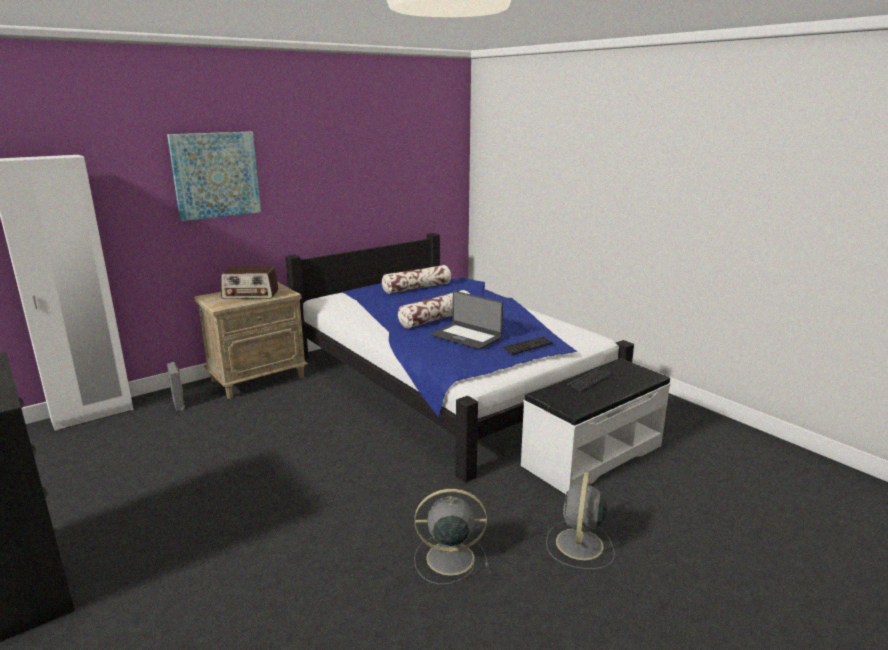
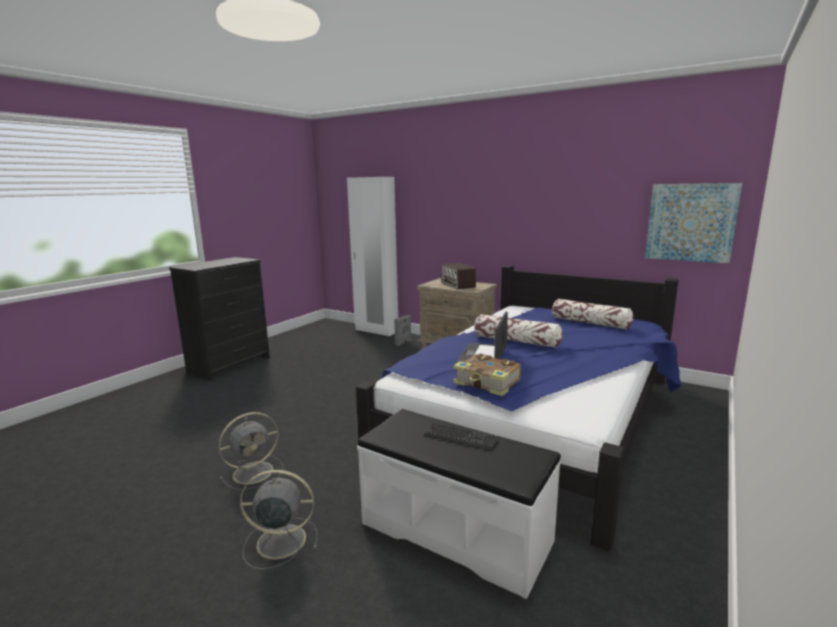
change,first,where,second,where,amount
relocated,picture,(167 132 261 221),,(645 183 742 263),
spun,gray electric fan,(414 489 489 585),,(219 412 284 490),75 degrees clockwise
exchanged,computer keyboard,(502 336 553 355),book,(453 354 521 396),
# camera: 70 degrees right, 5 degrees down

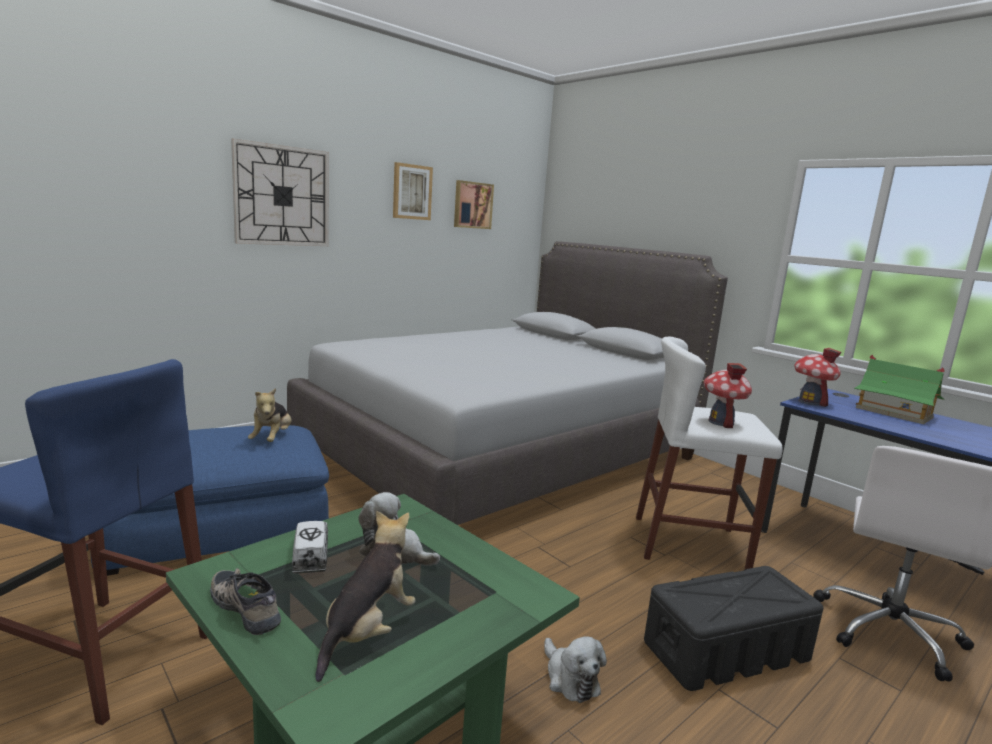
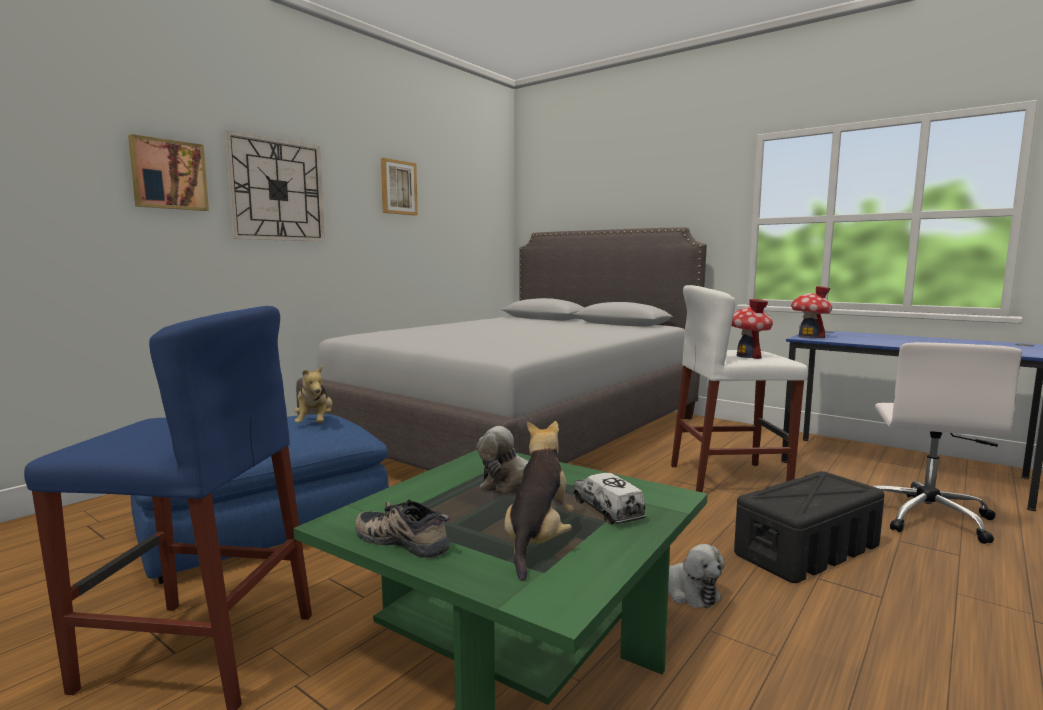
change,first,where,second,where,amount
relocated,model truck,(292 521 328 574),,(573 473 646 524),
relocated,picture,(454 180 494 229),,(128 134 209 211),
missing,toy house,(854 354 945 424),,,
# camera: 10 degrees left, 5 degrees down

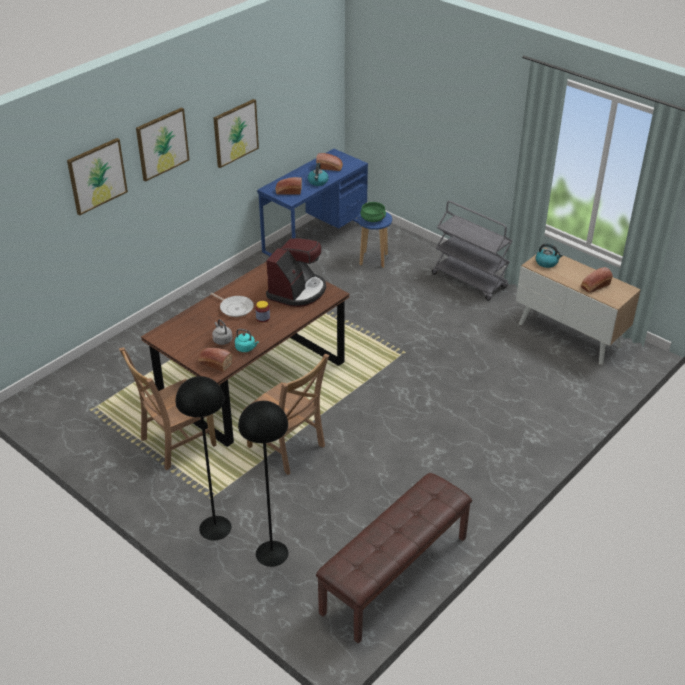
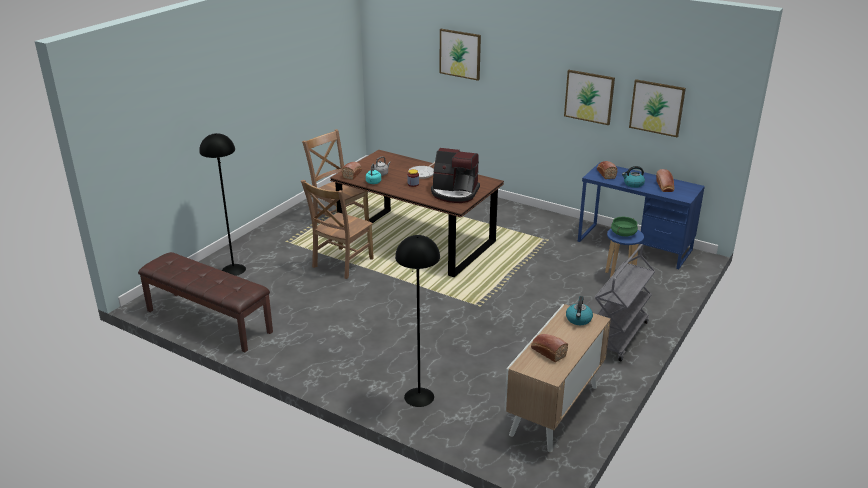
change,first,where,second,where,amount
relocated,picture,(136 107 189 182),,(629 79 686 137),
relocated,black-coloured standing lamp,(176 376 231 541),,(395 235 440 407),
# camera: 80 degrees right, 10 degrees down

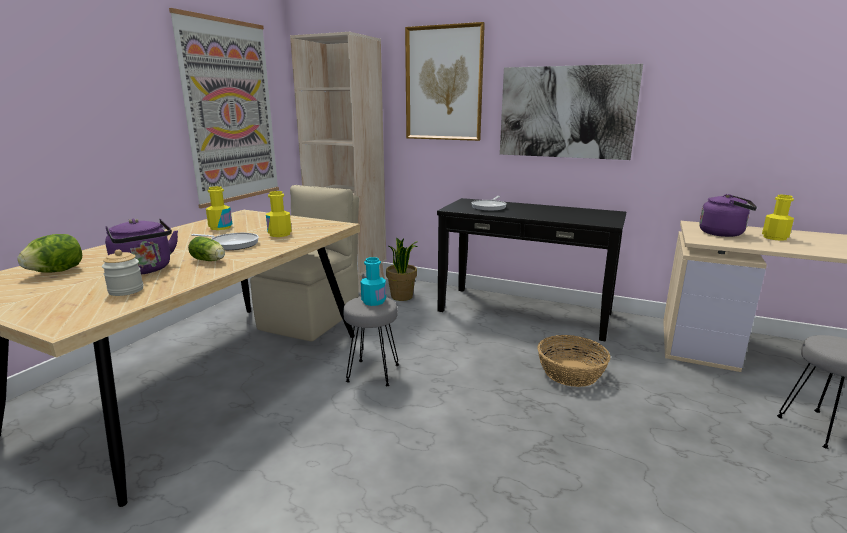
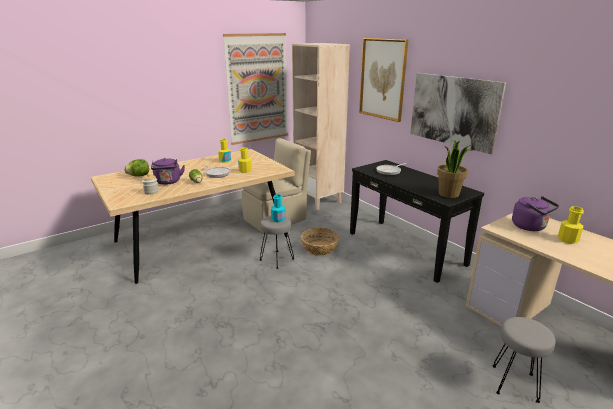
change,first,where,second,where,amount
relocated,plant in a pot,(386 238 418 301),,(437 140 473 198),
relocated,storage basket,(537 335 610 387),,(301 228 339 256),
# camera: 30 degrees right, 5 degrees up

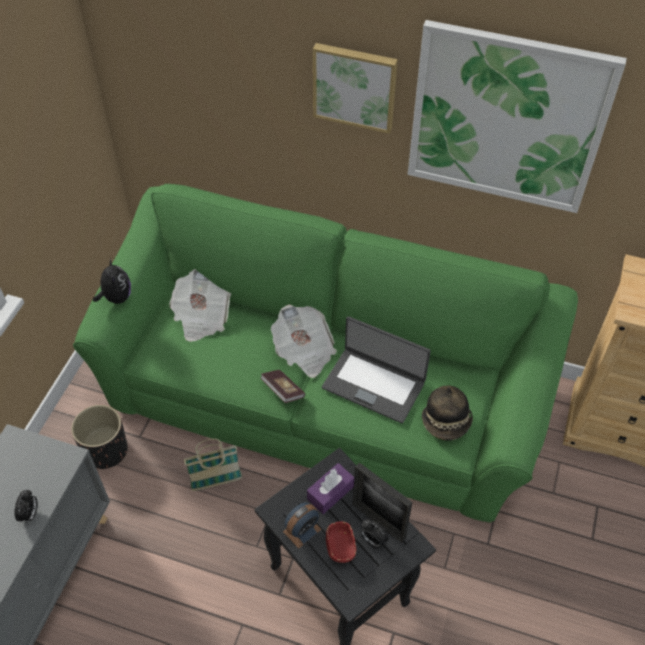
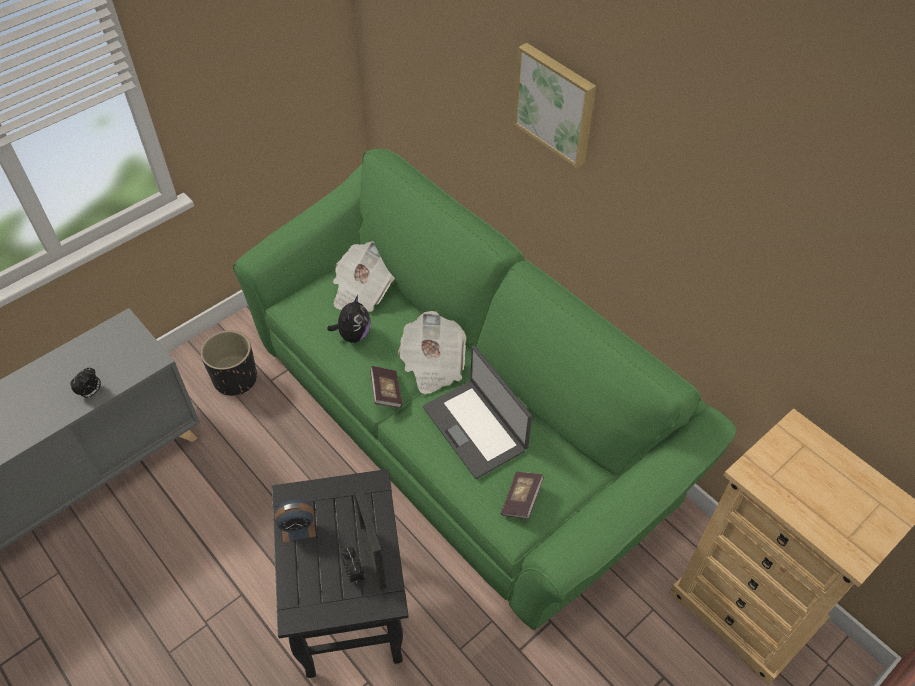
change,first,where,second,where,amount
relocated,soft toy,(93 258 131 304),,(327 295 371 343),
missing,storage basket,(184 439 242 491),,,
missing,purplish tissue holder,(307 463 354 514),,,
missing,red bowl,(326 521 356 563),,,
missing,picture,(408 20 627 213),,,
exchanged,clothing hat,(422 386 473 441),book,(501 472 544 519),
# camera: 30 degrees right, 0 degrees up

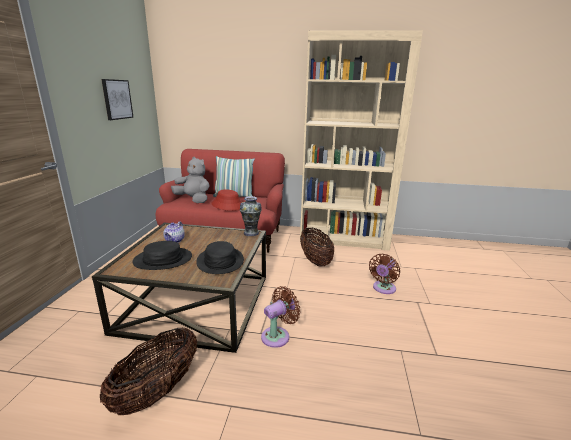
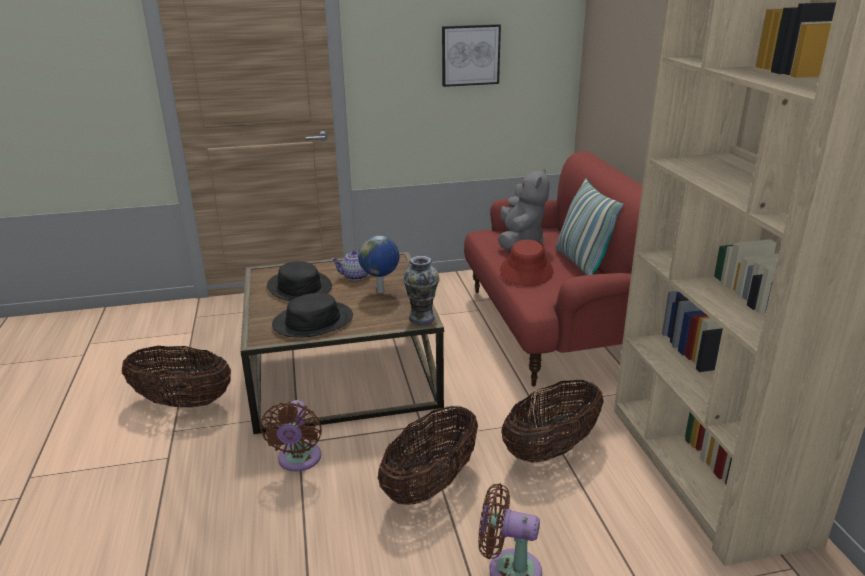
change,first,where,second,where,amount
spun,brown-coloured electric fan,(261 286 301 348),,(260 400 322 471),60 degrees clockwise
appeared,,,desk globe,(358 235 399 293),
appeared,,,storage basket,(378 405 478 505),
# camera: 70 degrees right, 5 degrees up

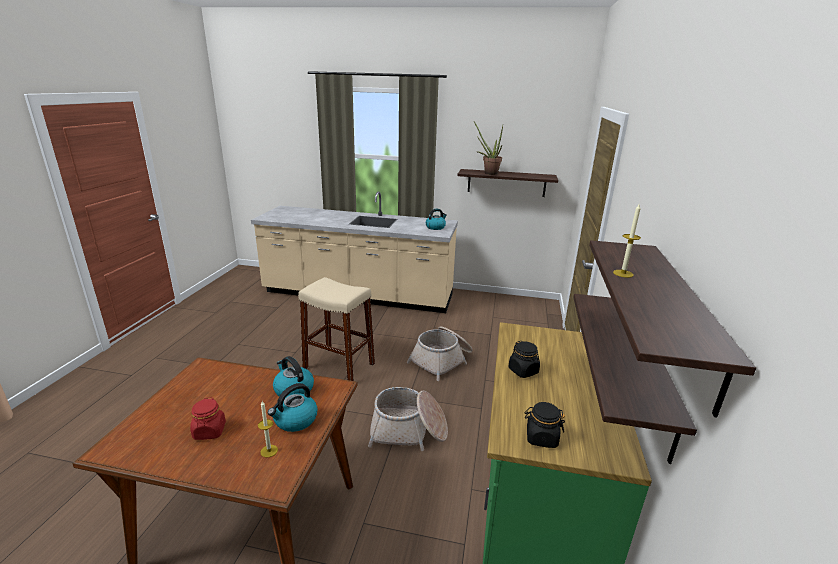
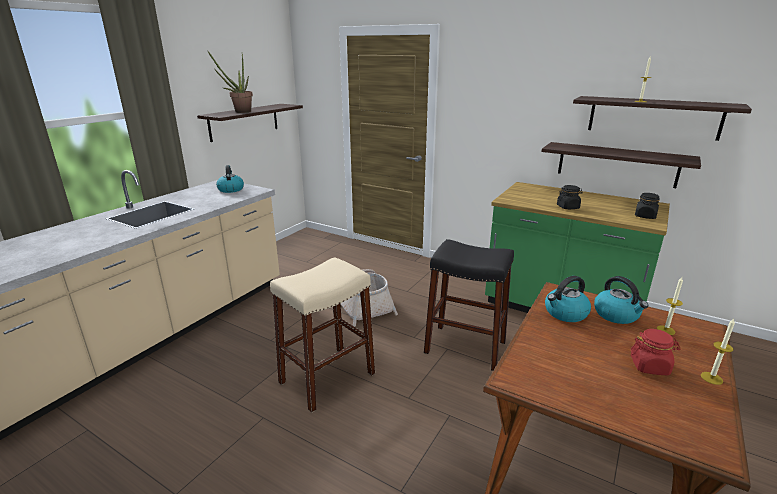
change,first,where,second,where,amount
exchanged,storage basket,(368 387 448 451),black-coloured stool,(424 239 514 371),
appeared,,,candle,(701 319 735 385),
# camera: 70 degrees left, 0 degrees up

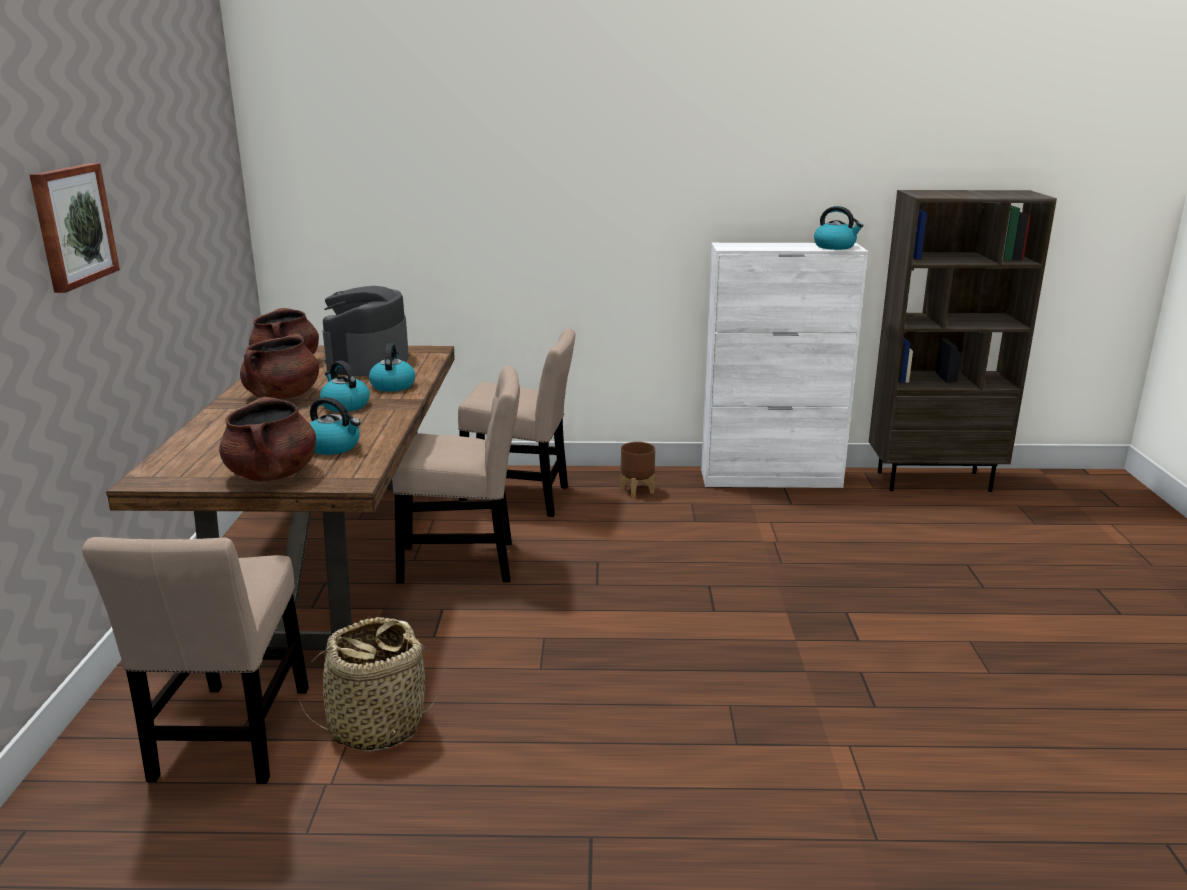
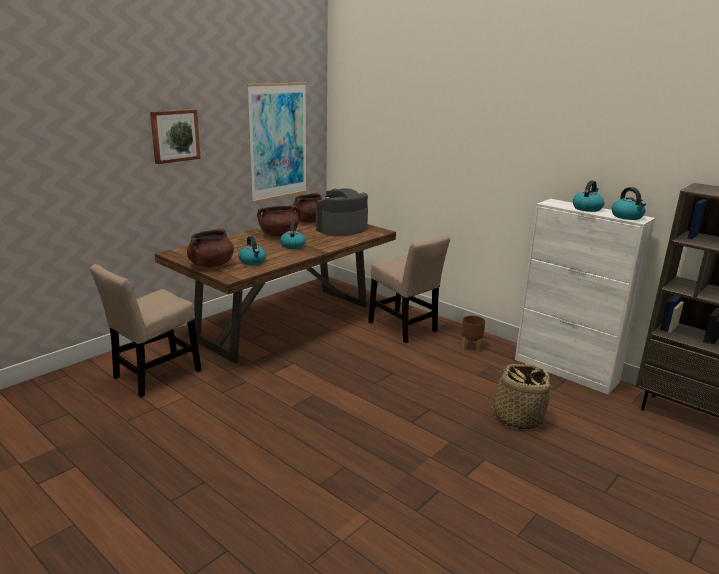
change,first,where,second,where,amount
relocated,storage basket,(299 617 437 752),,(485 364 553 430),
relocated,water kettle,(369 343 415 392),,(573 180 605 212),
missing,sand-coloured plain chair,(392 365 520 583),,,
appeared,,,picture,(247 82 307 203),
# camera: 40 degrees right, 0 degrees up

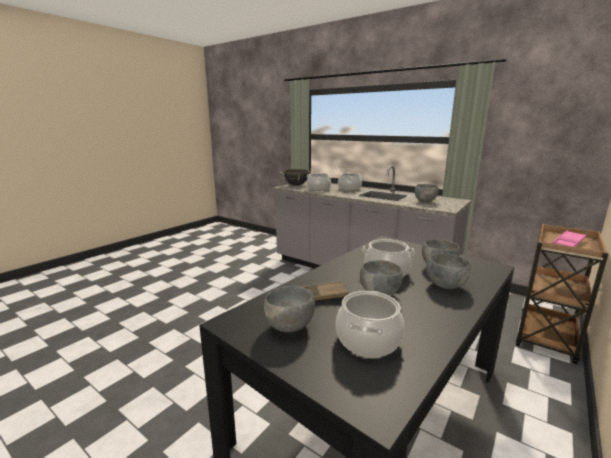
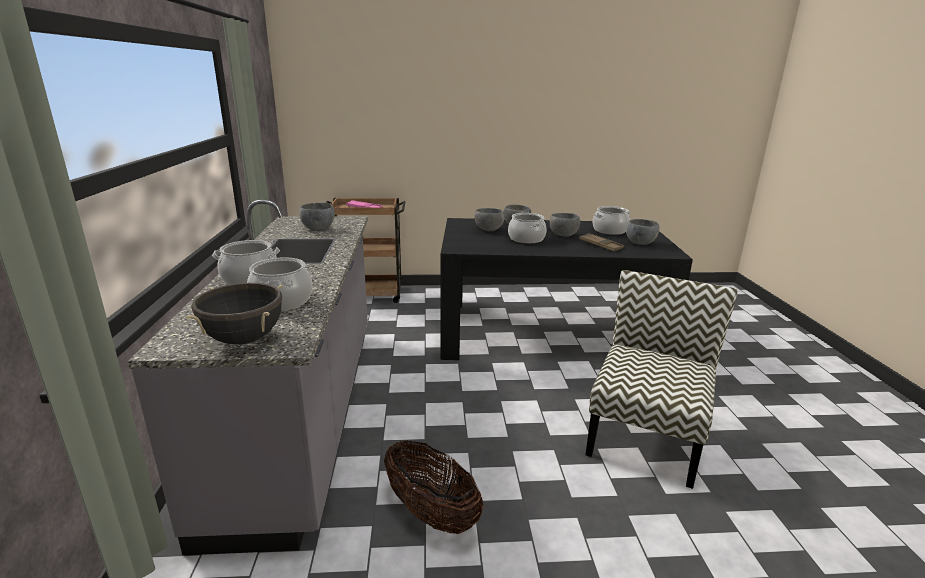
change,first,where,second,where,amount
appeared,,,storage basket,(384 441 484 534),
appeared,,,plain chair,(586 270 738 489),
# camera: 130 degrees left, 5 degrees up

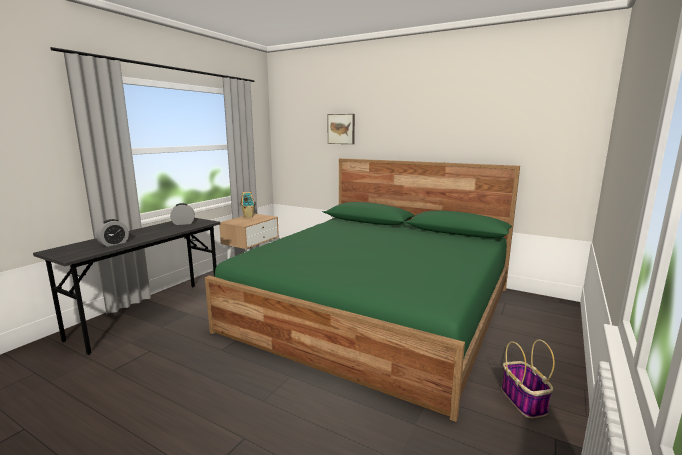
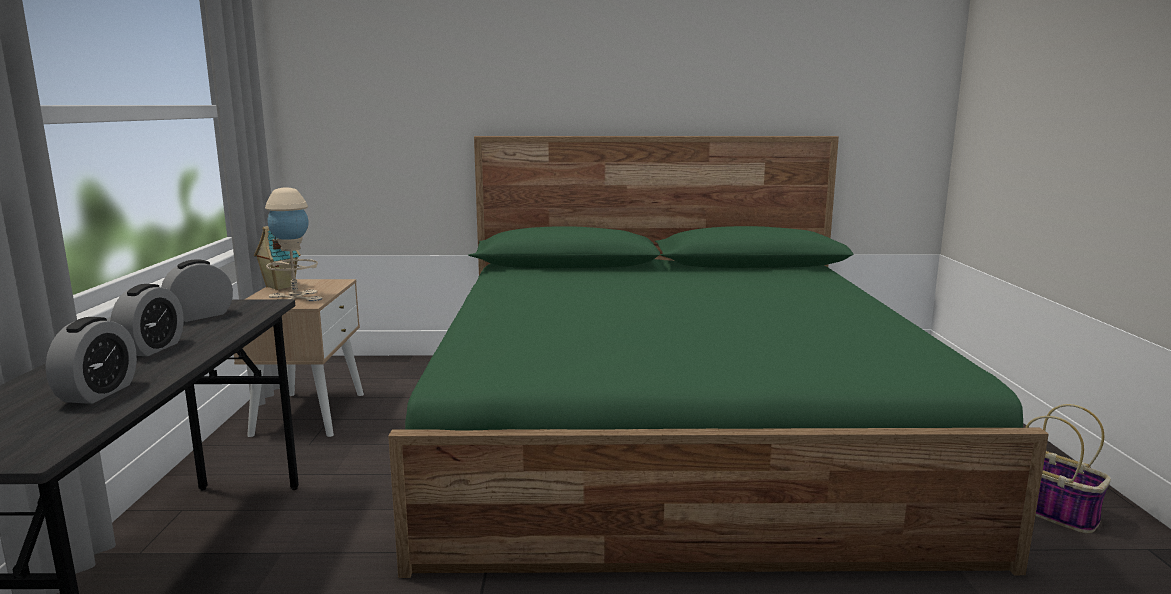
change,first,where,second,where,amount
missing,picture,(327 114 355 144),,,
appeared,,,bedside clock,(110 284 184 356),
appeared,,,sand-coloured lamp for a table,(265 187 322 301),
# camera: 30 degrees left, 0 degrees up

